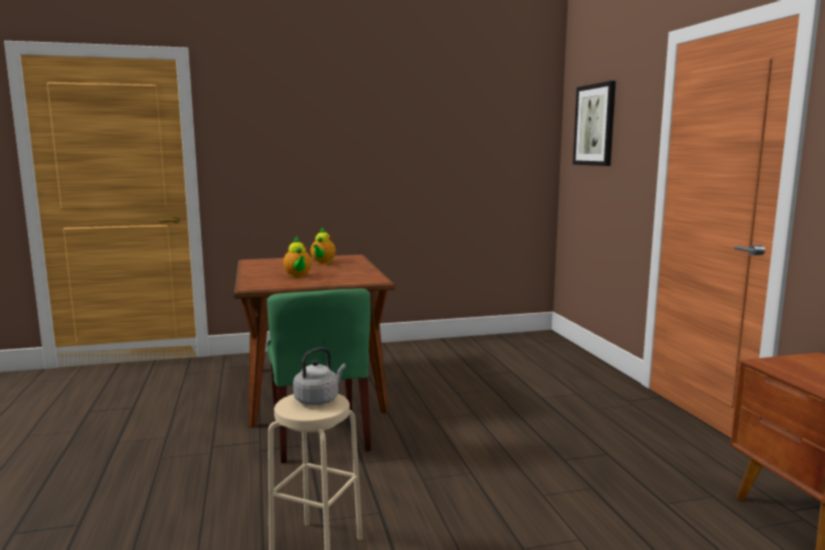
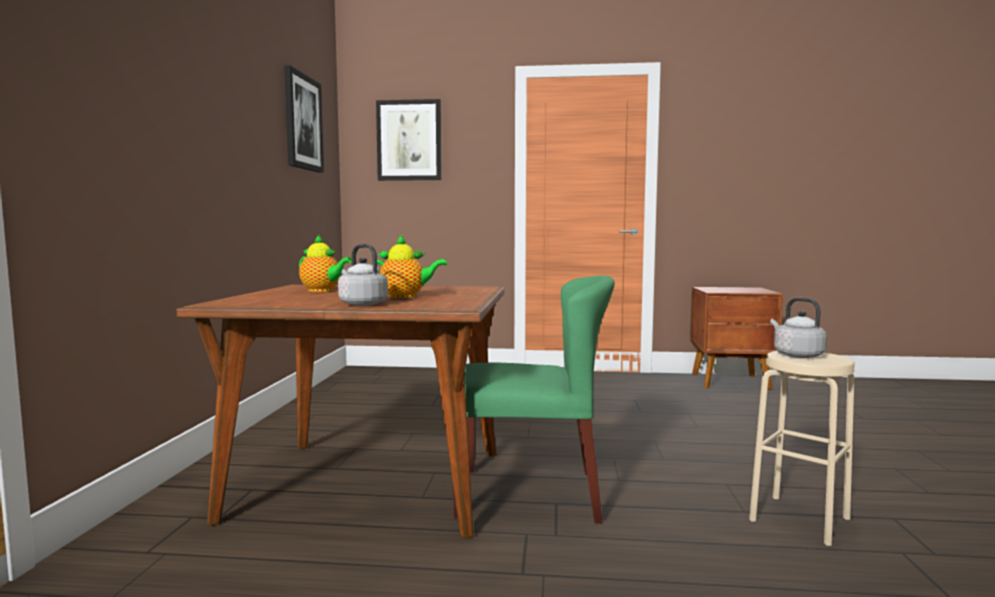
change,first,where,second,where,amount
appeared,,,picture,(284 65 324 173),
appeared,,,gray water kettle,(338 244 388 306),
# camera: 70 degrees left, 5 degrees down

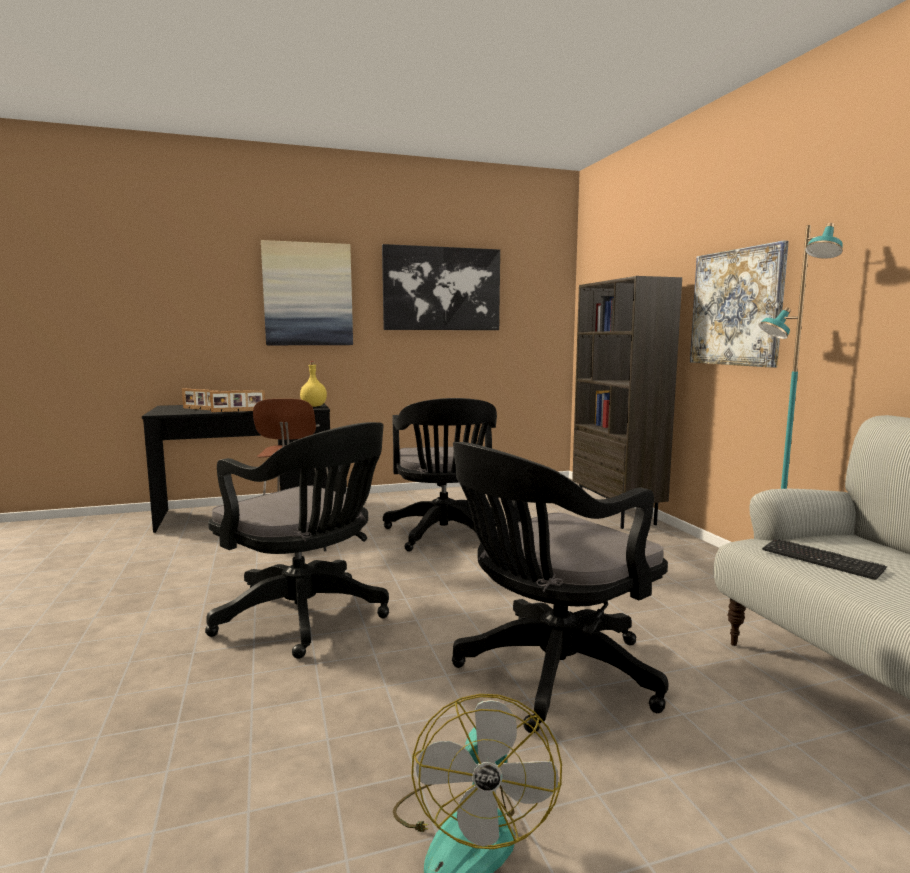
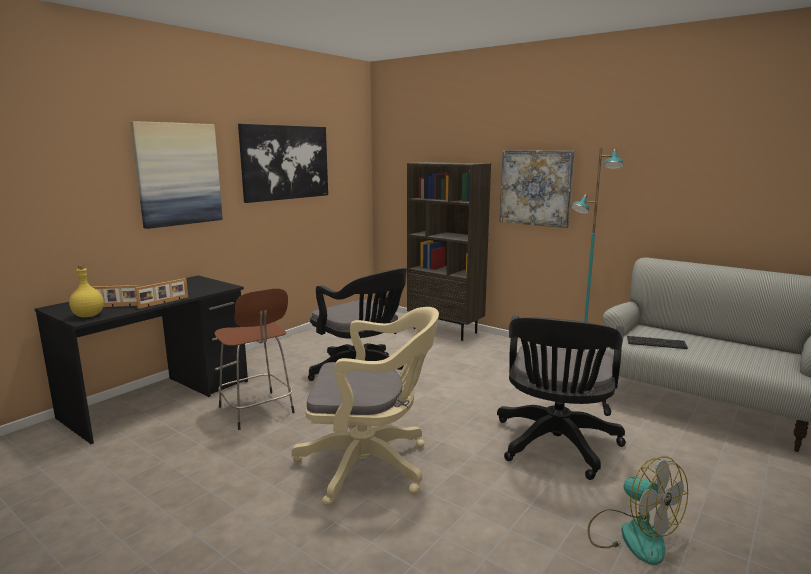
change,first,where,second,where,amount
colour,black-coloured office chair,(205 422 389 659),sand-coloured office chair,(291 307 439 507),
relocated,yellowish drink bottle,(300 361 327 407),,(69 265 104 317),
# camera: 35 degrees left, 5 degrees up

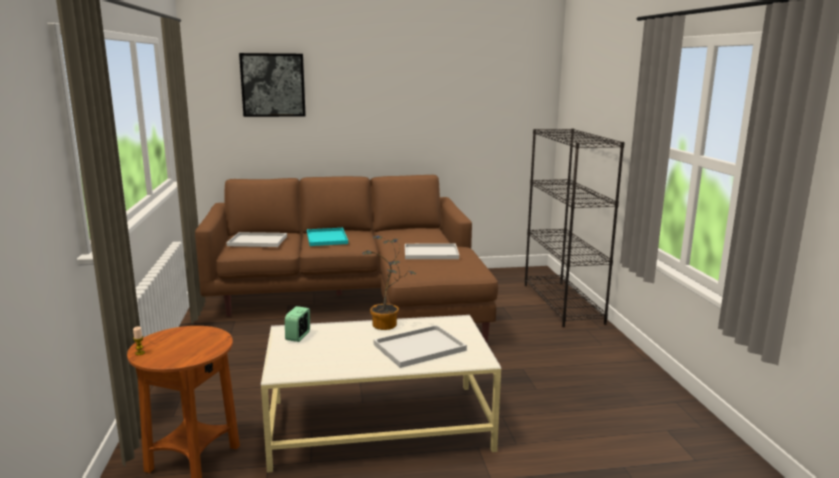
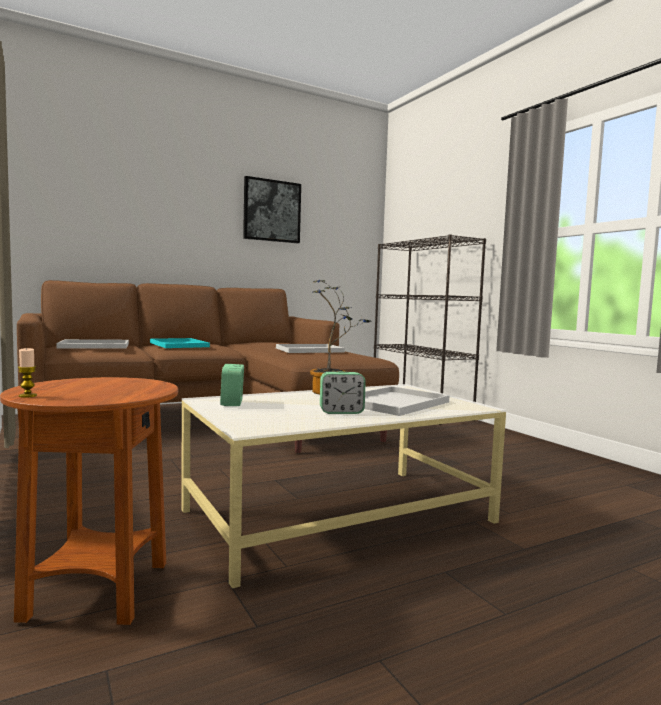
change,first,where,second,where,amount
relocated,picture,(239 53 306 117),,(243 176 301 243),
appeared,,,bedside clock,(320 371 366 414),
# camera: 20 degrees left, 10 degrees down

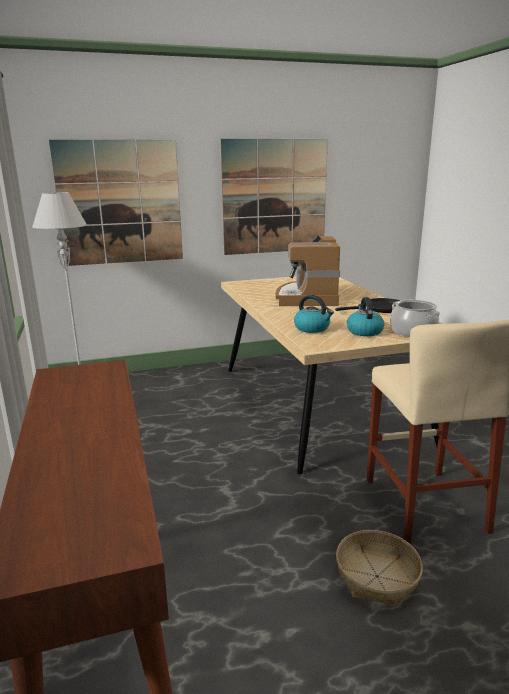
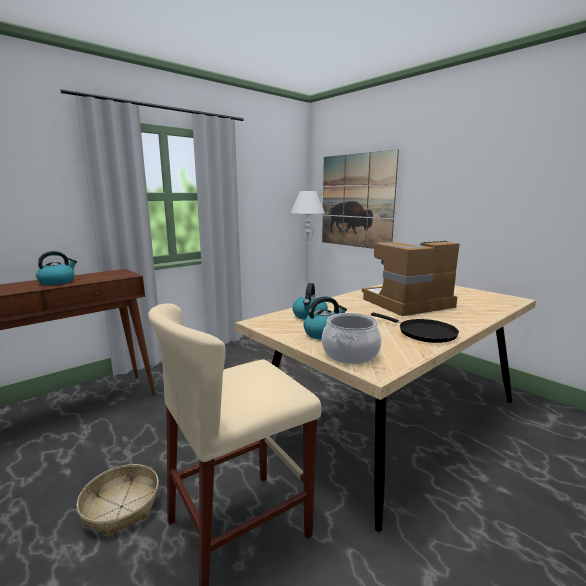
change,first,where,second,where,amount
missing,picture,(221 139 328 255),,,
appeared,,,water kettle,(36 251 77 285),
# camera: 65 degrees right, 5 degrees down

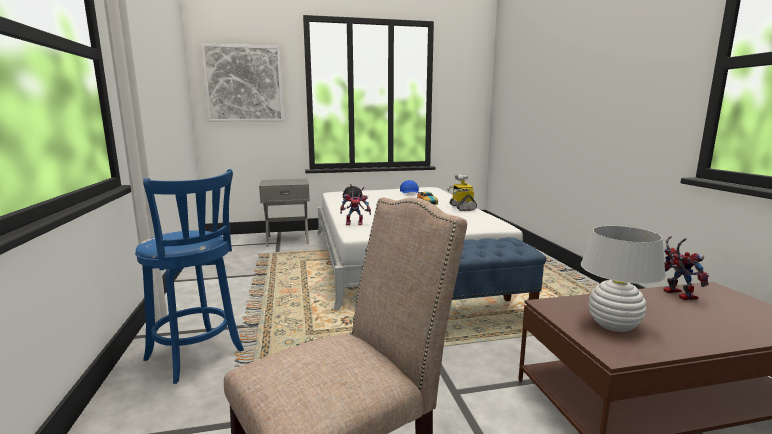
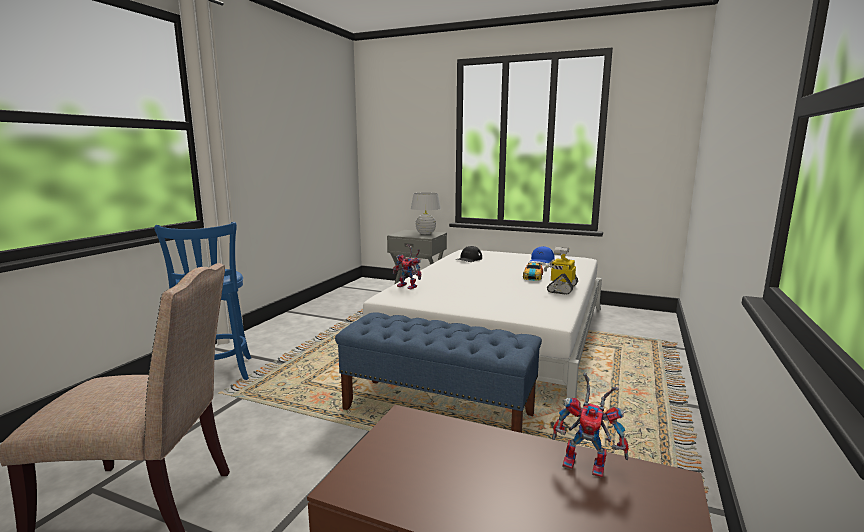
change,first,where,second,where,amount
missing,picture,(201 43 284 122),,,
relocated,whitish lamp for a table,(581 226 666 332),,(411 192 441 234),
spun,toy robot,(664 236 709 300),,(552 373 629 478),90 degrees clockwise
# camera: 35 degrees right, 0 degrees up

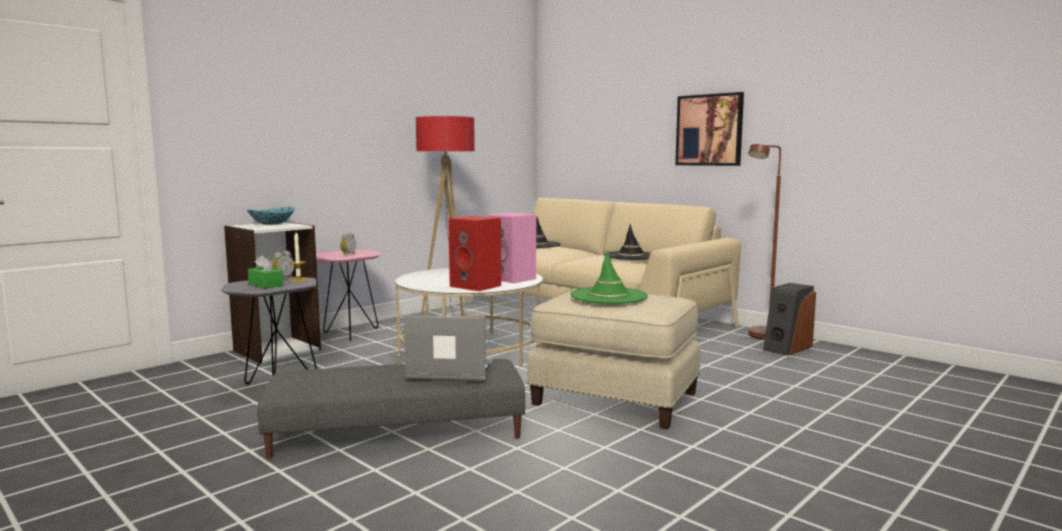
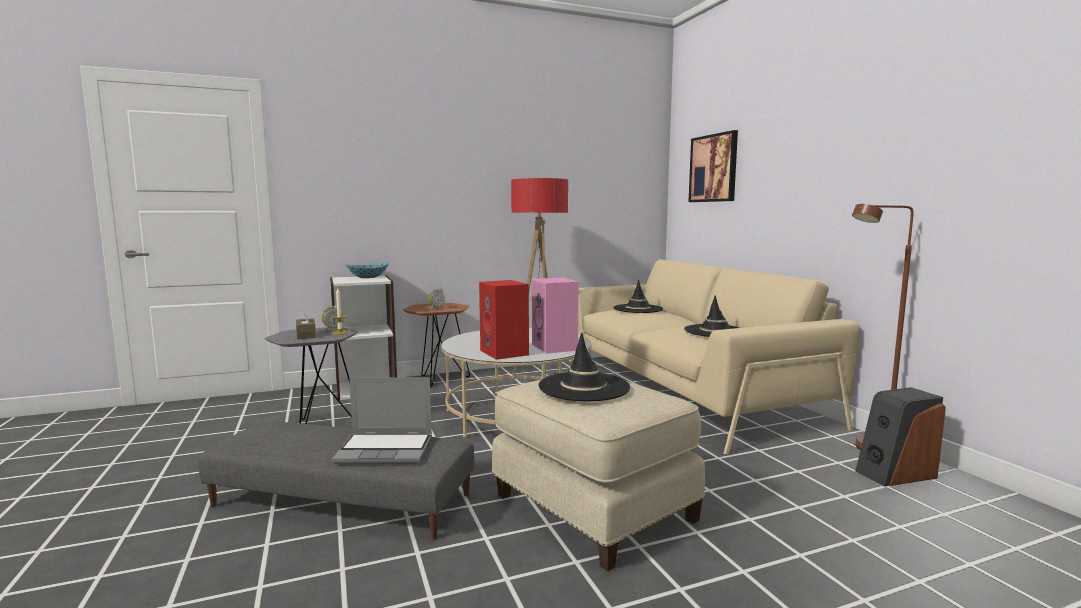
change,first,where,second,where,amount
colour,green-coloured tissue holder,(248 255 283 289),brown-coloured tissue holder,(296 309 316 339),
colour,pink-coloured accent table,(316 250 381 341),brown-coloured accent table,(403 303 470 388),
spun,laptop,(404 316 494 382),,(332 377 432 464),150 degrees clockwise
colour,green-coloured clothing hat,(570 250 648 304),black-coloured clothing hat,(538 333 630 401),
relocated,picture,(675 92 744 166),,(689 130 738 202),
# camera: 25 degrees right, 0 degrees up

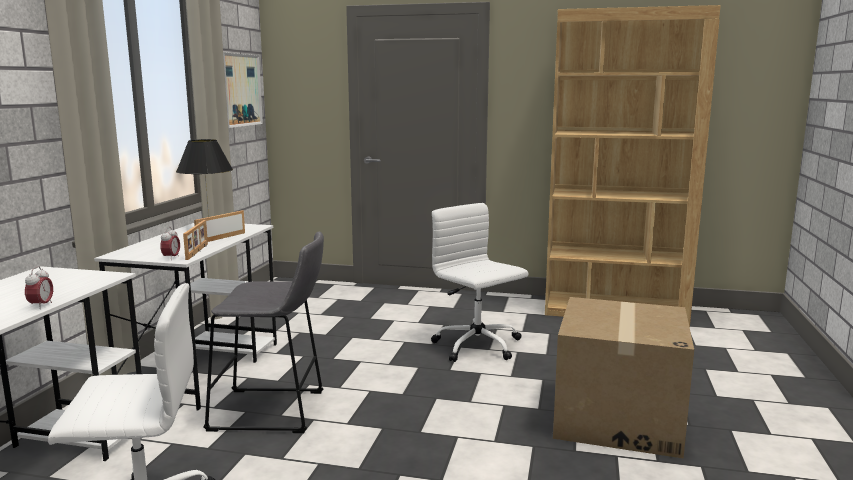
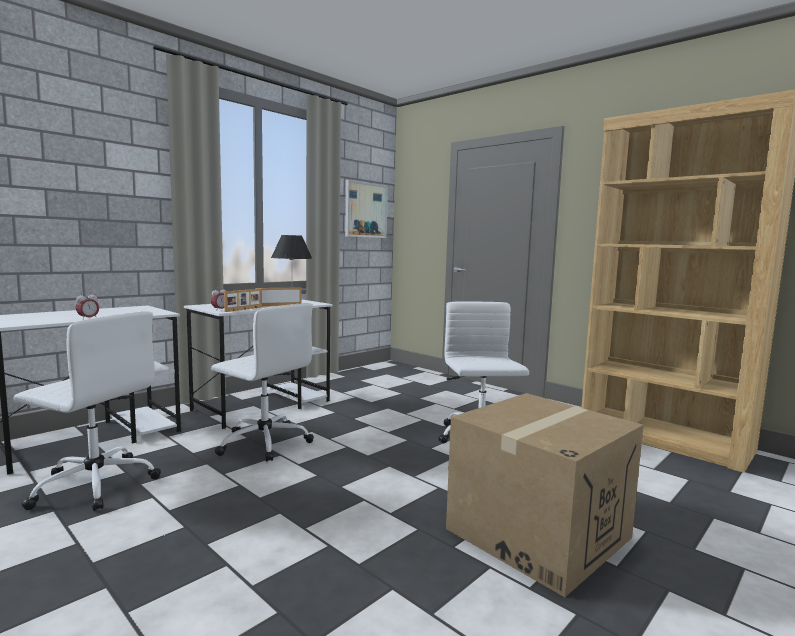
change,first,where,second,where,amount
exchanged,gray stool,(203 232 324 433),whitish office chair,(211 303 314 462),
# camera: 30 degrees right, 5 degrees down

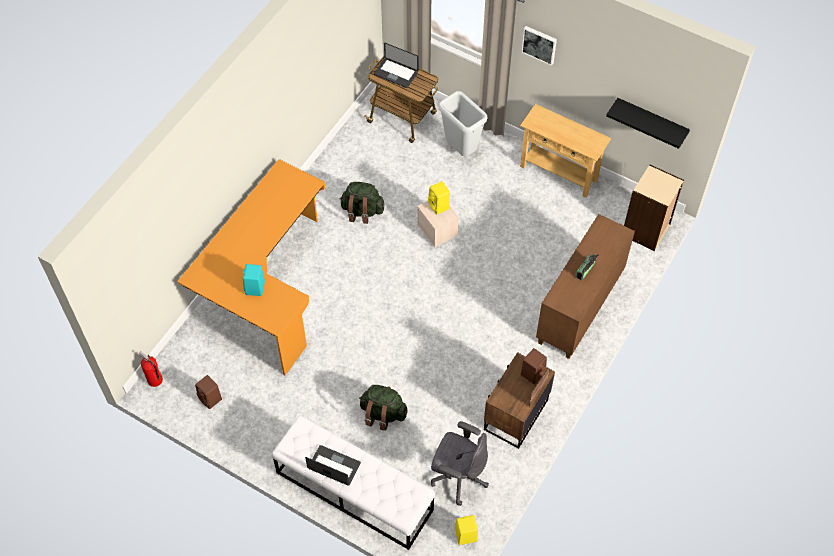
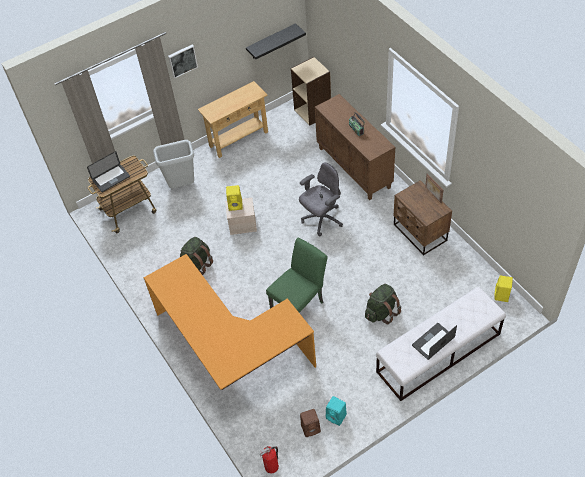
change,first,where,second,where,amount
relocated,blue-green speaker,(243 264 265 296),,(326 396 347 426),
relocated,gray office chair,(431 421 489 506),,(299 162 343 236),
missing,brown-coloured speaker,(521 348 547 384),,,
appeared,,,green-coloured plain chair,(266 237 327 313),
# camera: 60 degrees left, 5 degrees down

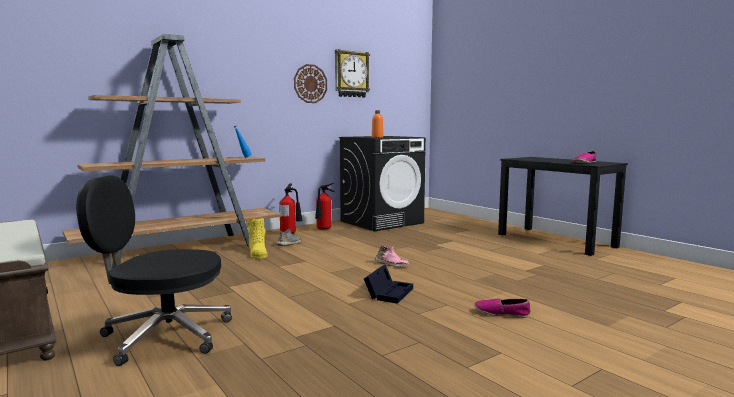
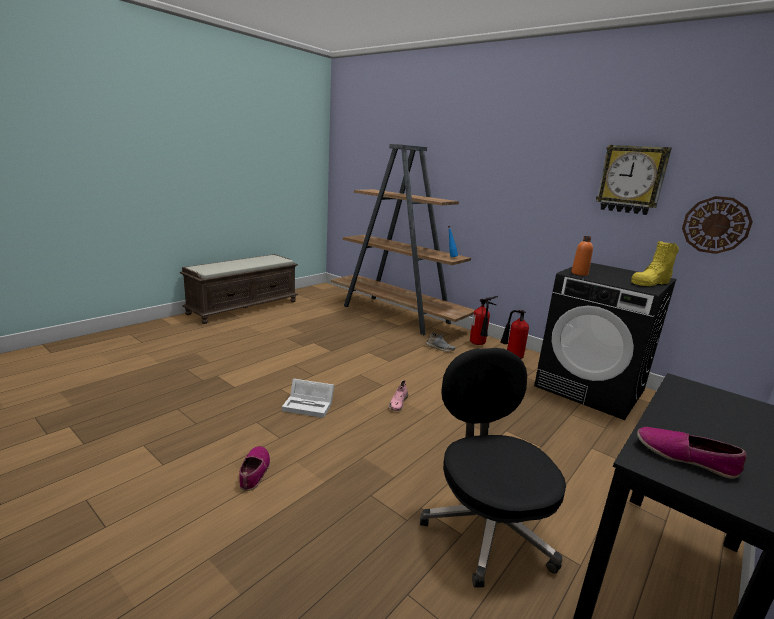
change,first,where,second,where,amount
relocated,black-coloured office chair,(76 175 232 366),,(420 348 566 588),
relocated,yellowish tall boot,(247 218 268 259),,(631 241 679 286),
relocated,wall clock,(294 64 327 103),,(682 196 753 254),
colour,black-coloured storage box,(364 265 413 304),whitish storage box,(282 379 334 418),
# camera: 75 degrees right, 10 degrees up

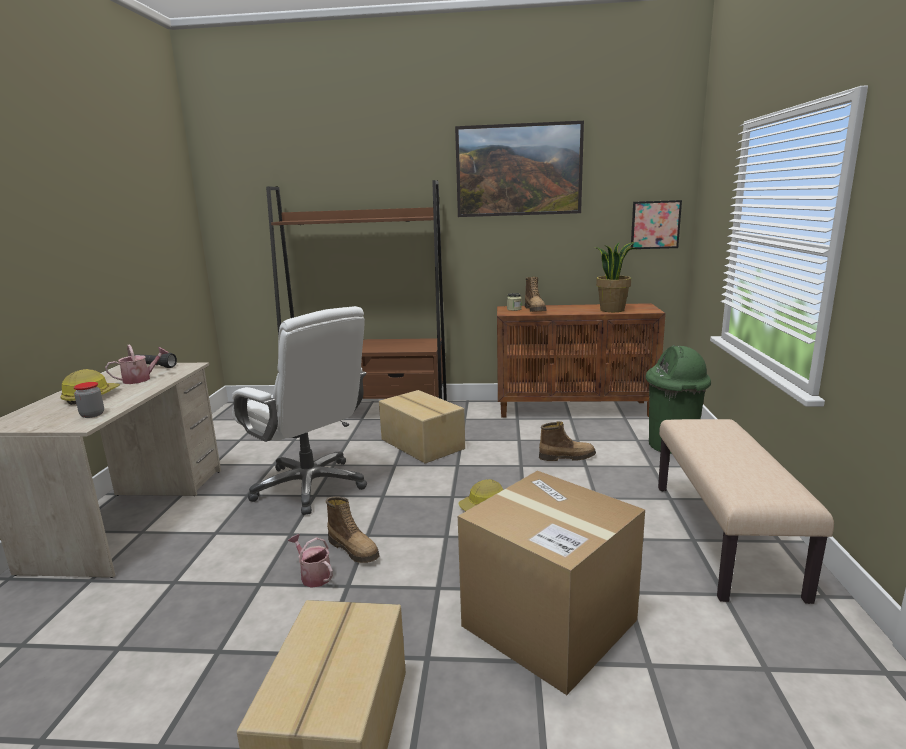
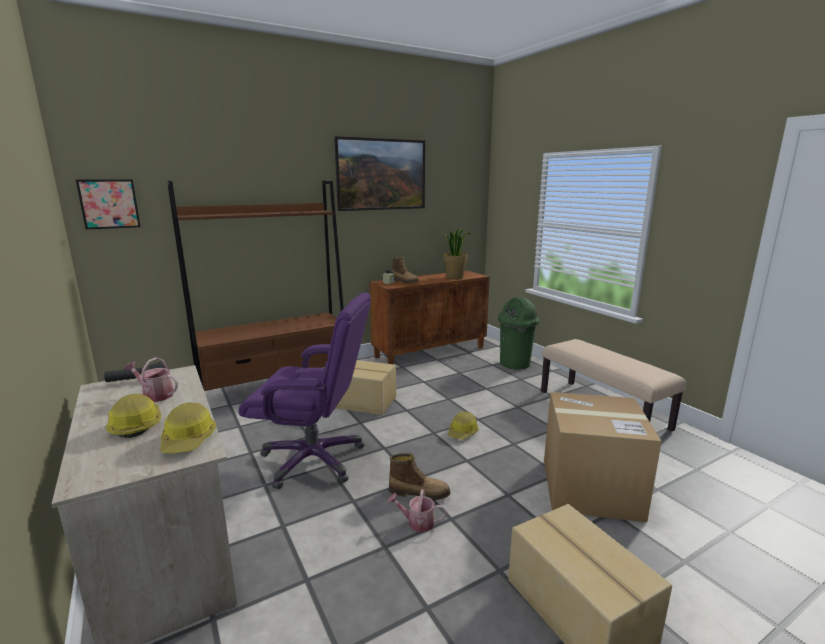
change,first,where,second,where,amount
exchanged,storage jar,(74 382 104 418),hard hat,(160 402 217 453),
spun,sprinkling can,(105 344 168 384),,(124 357 178 402),90 degrees counterclockwise
colour,whitish office chair,(232 306 367 515),purplish office chair,(238 292 371 489),
missing,tall boot,(539 421 596 461),,,
relocated,picture,(631 200 682 249),,(76 180 140 230),
# camera: 35 degrees left, 0 degrees up

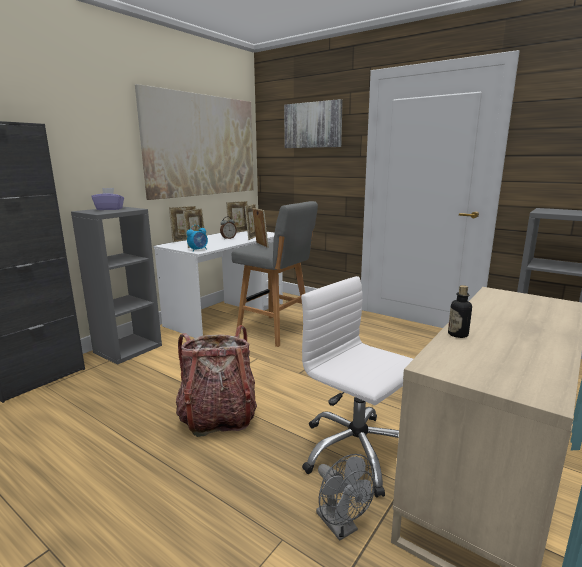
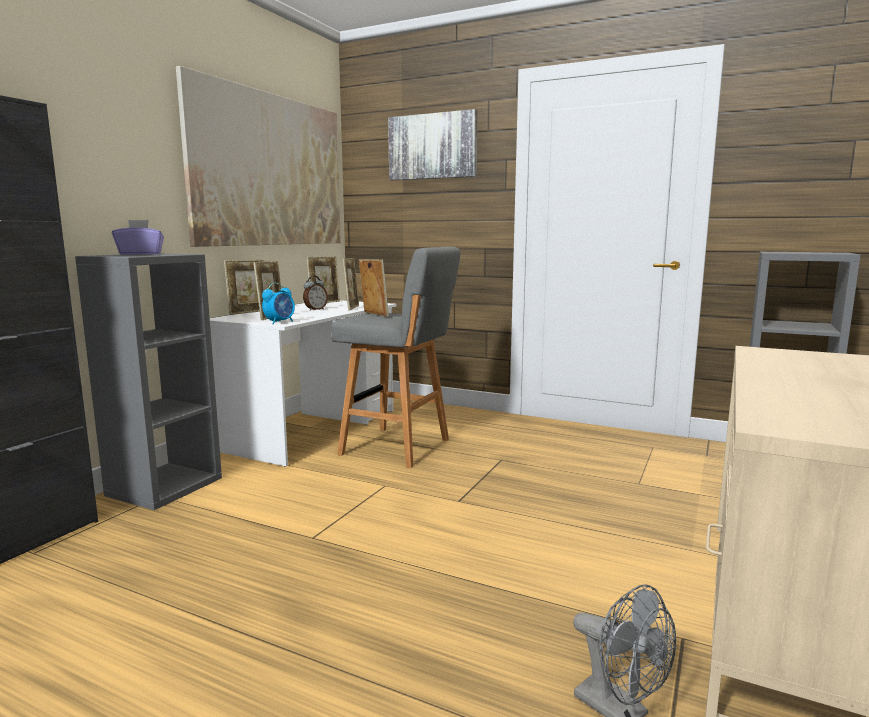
change,first,where,second,where,amount
missing,rucksack,(176 325 257 437),,,
missing,whitish office chair,(301 276 413 498),,,
missing,drink bottle,(448 285 472 338),,,
# camera: 10 degrees left, 5 degrees down

